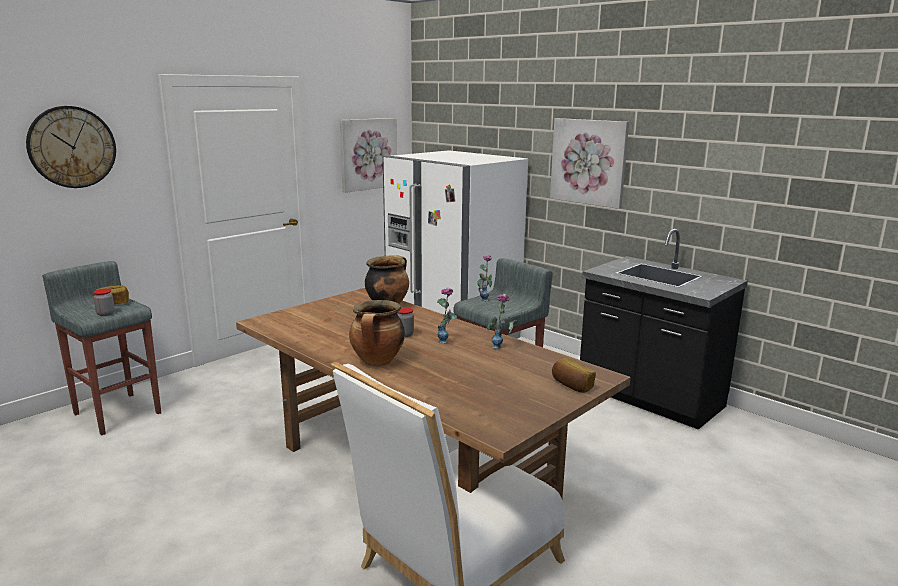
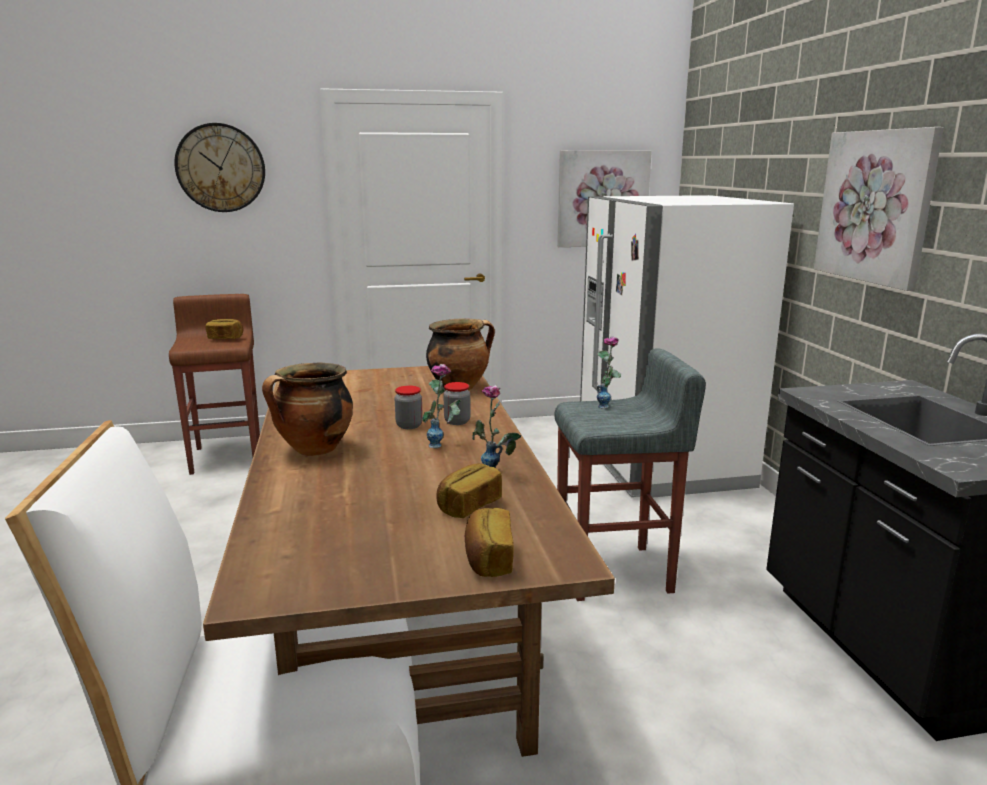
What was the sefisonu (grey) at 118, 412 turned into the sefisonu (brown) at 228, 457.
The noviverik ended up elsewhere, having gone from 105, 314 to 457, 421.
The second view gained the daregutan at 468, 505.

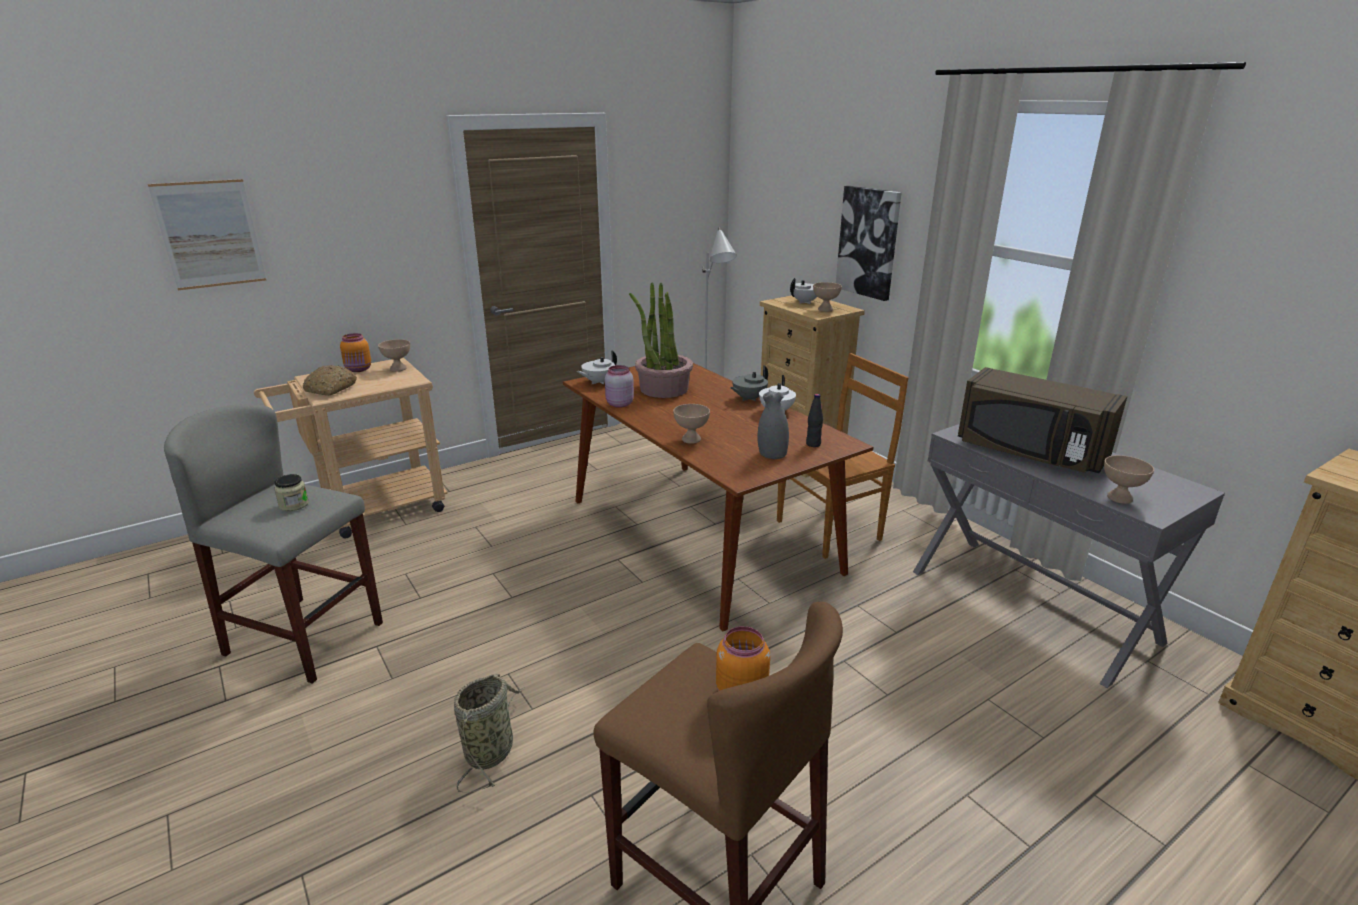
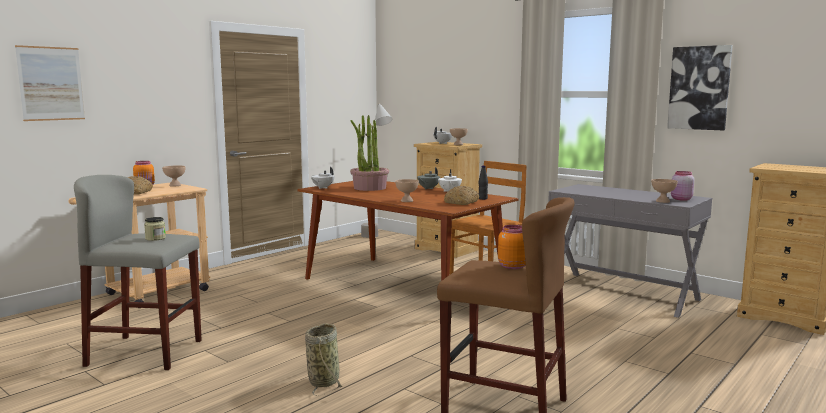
The noviverik (pink) ended up elsewhere, having gone from 619, 404 to 681, 199.
Where the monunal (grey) stood at 772, 454, the daregutan came to stand at 461, 202.
The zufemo ended up elsewhere, having gone from 868, 242 to 699, 88.
The second view lost the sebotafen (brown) at 1029, 452.

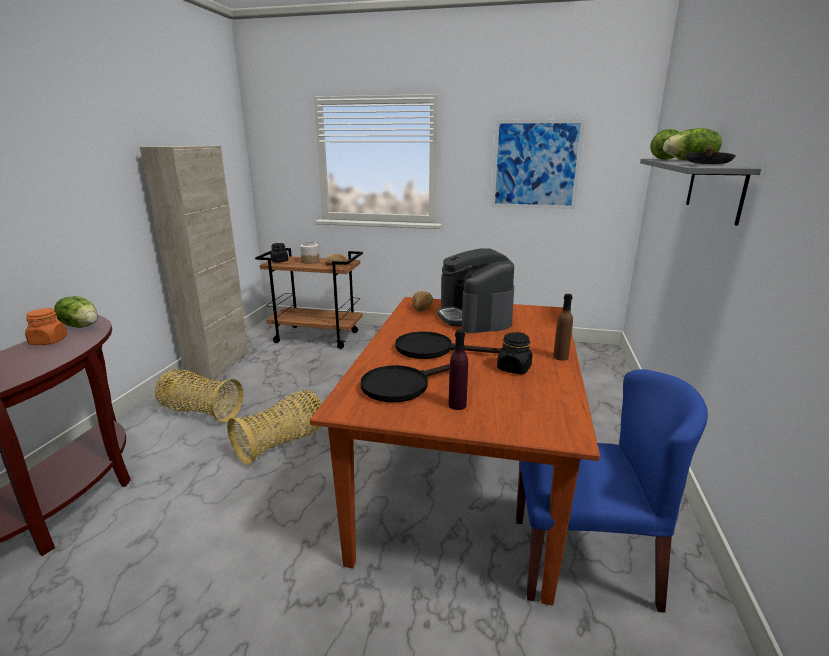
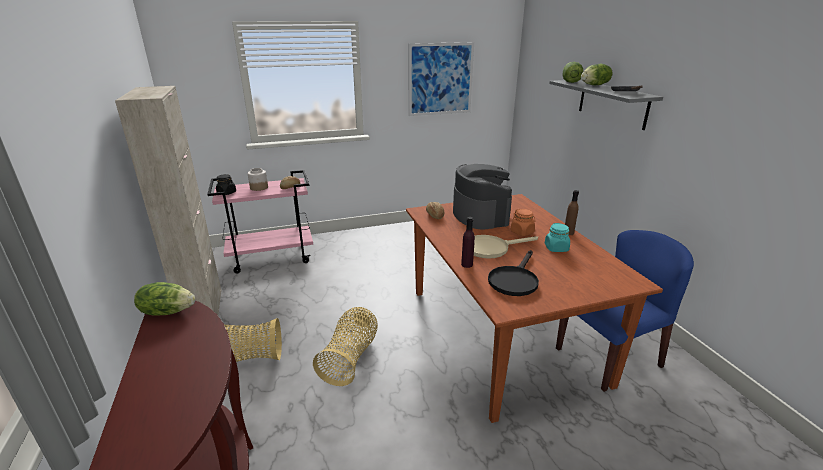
The noviverik (orange) ended up elsewhere, having gone from 48, 341 to 522, 232.
What was the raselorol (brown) at 317, 337 turned into the raselorol (pink) at 272, 257.
What was the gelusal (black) at 432, 349 turned into the gelusal (beige) at 492, 248.
The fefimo at 474, 317 ended up facing another way, 150 degrees counterclockwise from before.
The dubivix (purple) ended up elsewhere, having gone from 457, 405 to 467, 264.
What was the noviverik (black) at 514, 368 turned into the noviverik (turquoise) at 556, 248.

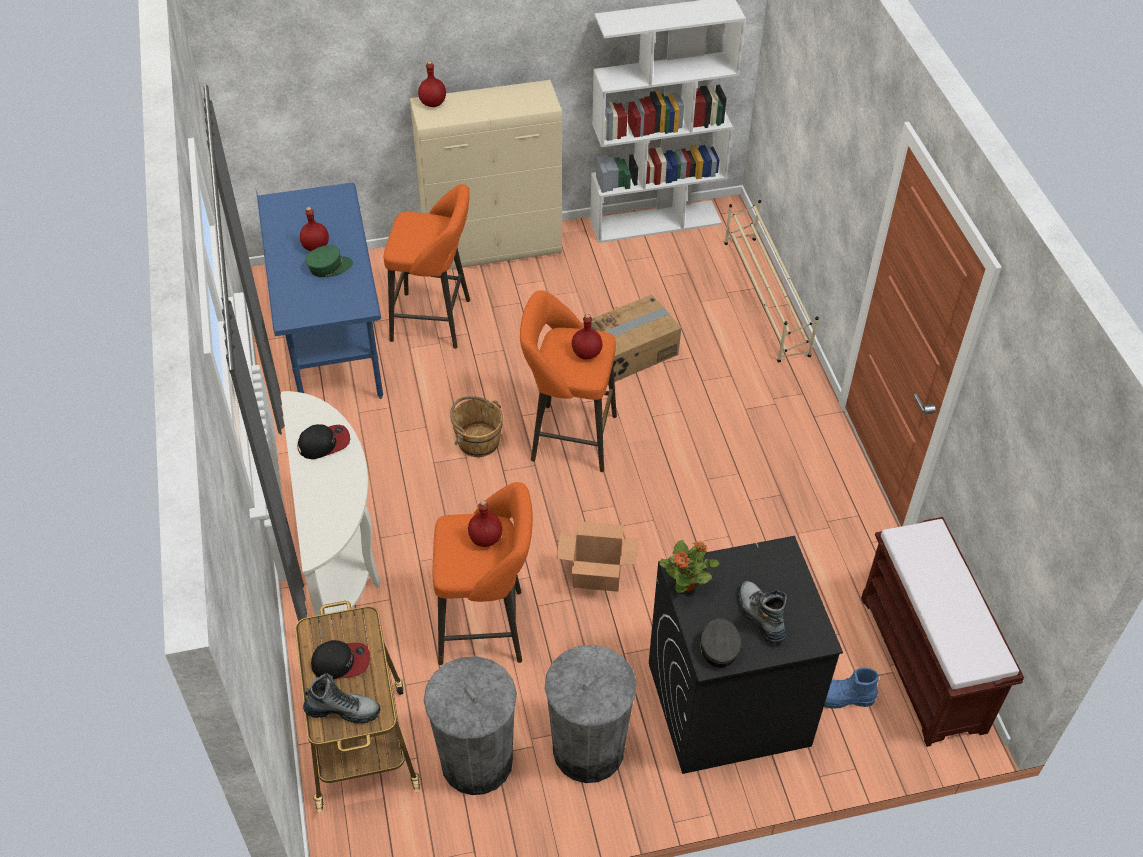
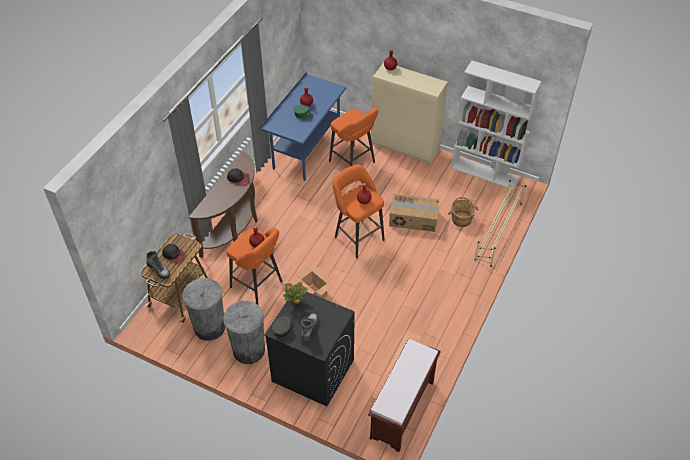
What was the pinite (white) at 341, 557 turned into the pinite (brown) at 235, 229.
The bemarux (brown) ended up elsewhere, having gone from 478, 441 to 461, 219.
The second view lost the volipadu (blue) at 841, 697.

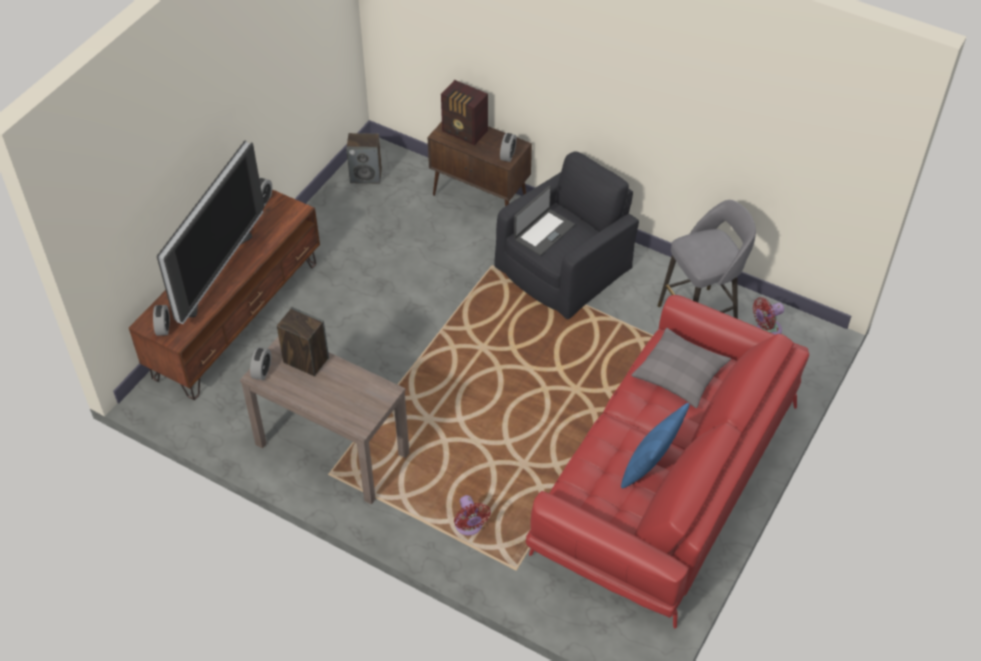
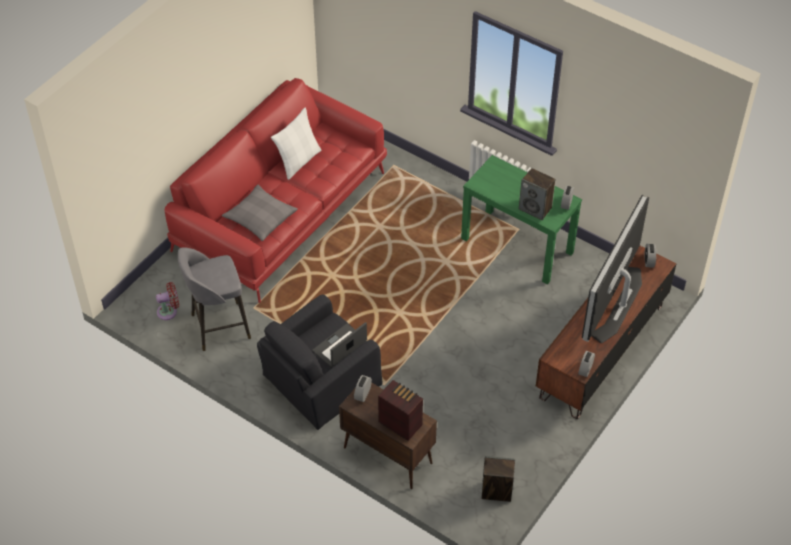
What was the pinite (brown) at 331, 449 turned into the pinite (green) at 517, 246.
The second view lost the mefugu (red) at 469, 527.
What was the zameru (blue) at 650, 466 turned into the zameru (white) at 298, 161.

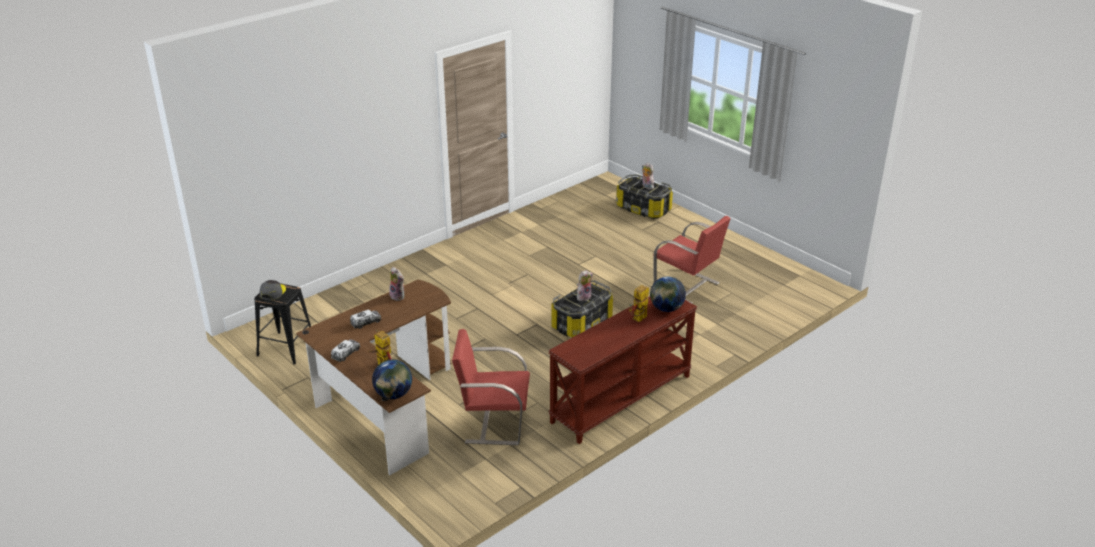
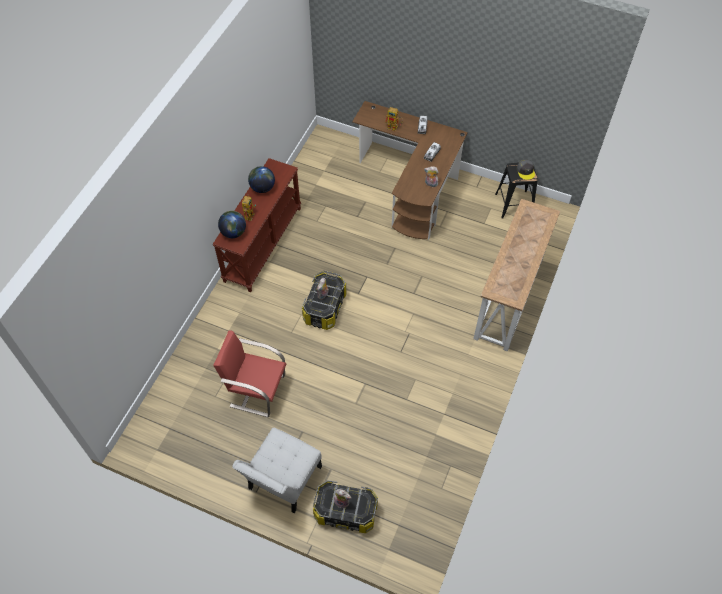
The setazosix ended up elsewhere, having gone from 393, 395 to 262, 188.
The second view lost the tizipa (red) at 493, 423.
The second view gained the tizipa (white) at 282, 481.
The second view gained the pinite at 509, 299.

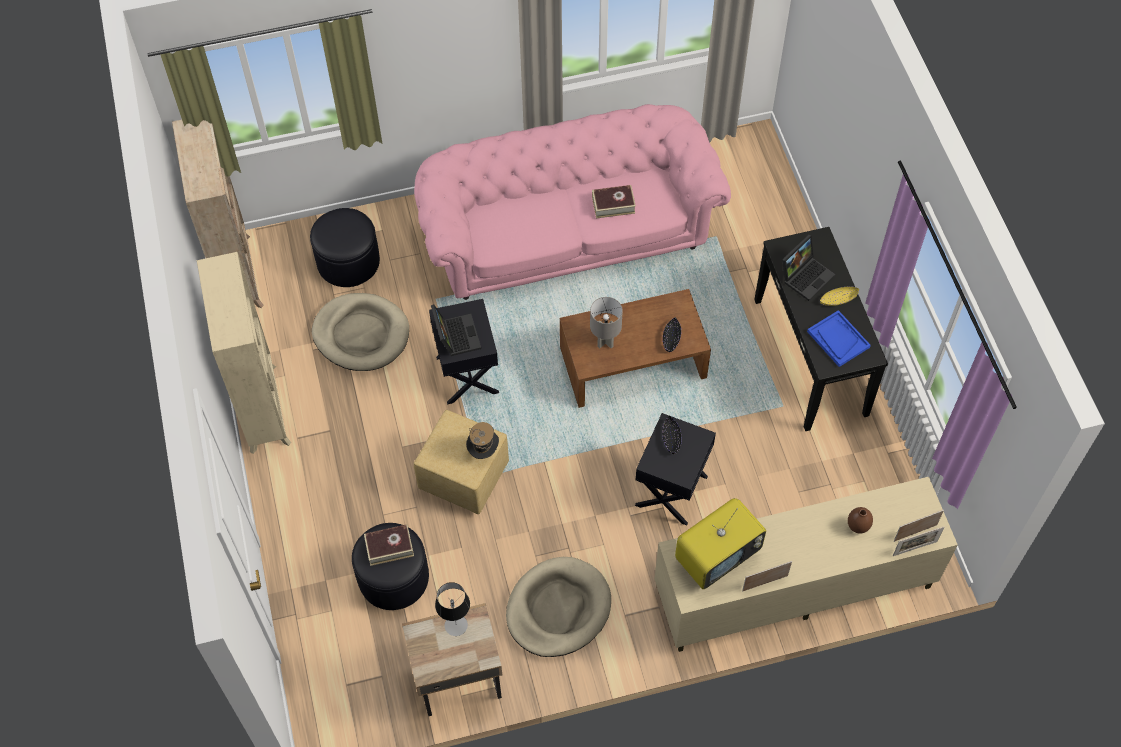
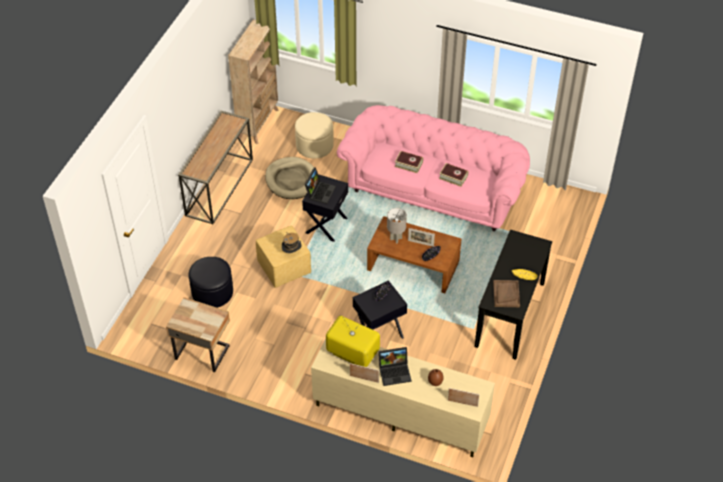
Where the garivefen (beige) stood at 263, 408, the pinite came to stand at 219, 187.
What was the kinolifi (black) at 348, 261 turned into the kinolifi (beige) at 314, 145.
The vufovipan ended up elsewhere, having gone from 389, 547 to 408, 164.
The second view lost the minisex at 456, 625.
The second view lost the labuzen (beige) at 558, 609.
The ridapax at 717, 556 ended up facing another way, 150 degrees counterclockwise from before.
The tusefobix ended up elsewhere, having gone from 806, 275 to 395, 372.
What was the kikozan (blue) at 838, 339 turned into the kikozan (brown) at 506, 294.
The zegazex ended up elsewhere, having gone from 915, 548 to 420, 243.

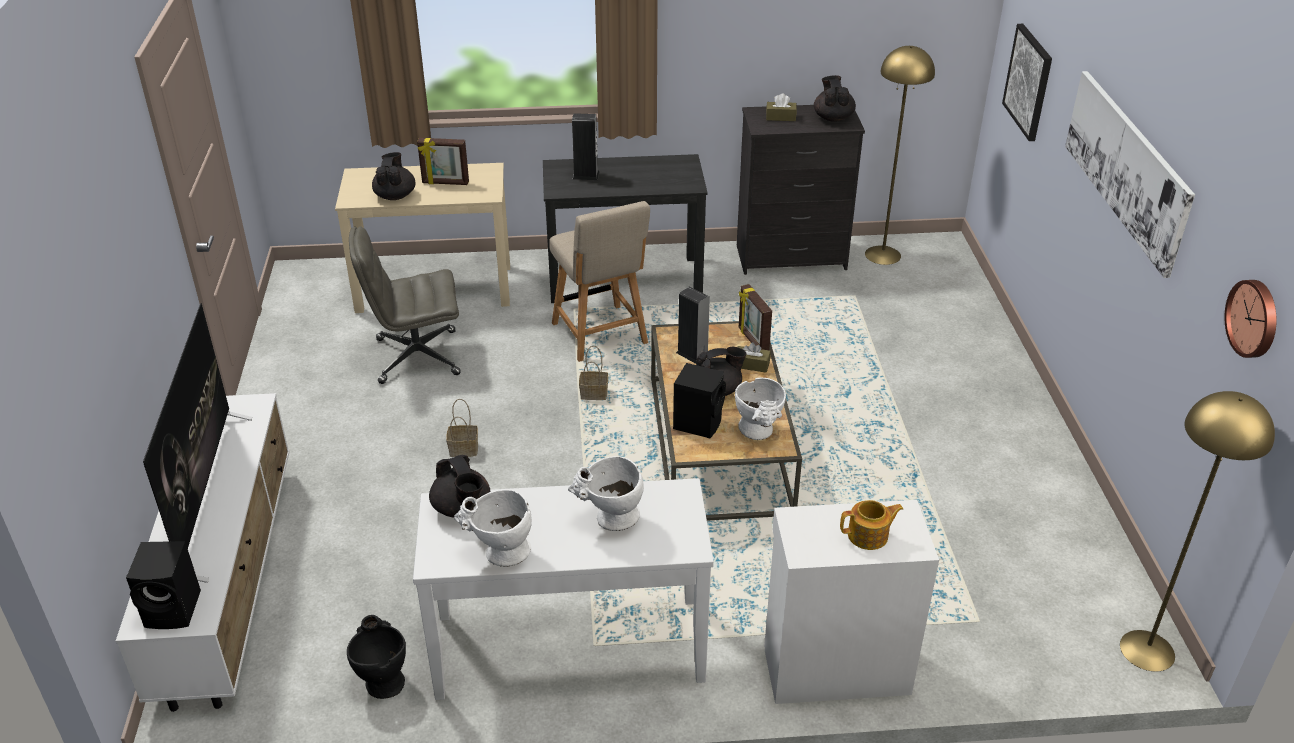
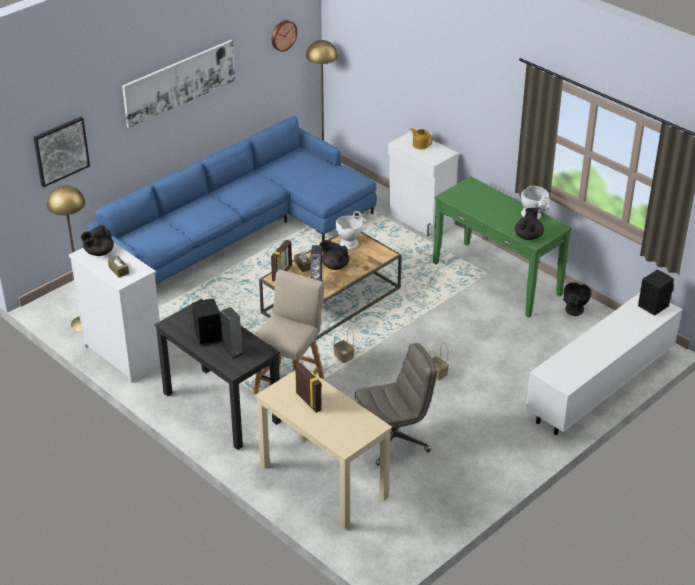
The second view lost the ridapax at 205, 494.
The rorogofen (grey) at 416, 357 ended up facing another way, 60 degrees counterclockwise from before.
The second view lost the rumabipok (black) at 395, 195.
What was the pinite (white) at 569, 648 turned into the pinite (green) at 496, 278.
The second view lost the monunal (white) at 610, 520.
The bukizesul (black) ended up elsewhere, having gone from 698, 422 to 207, 336.
What was the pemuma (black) at 792, 258 turned into the pemuma (white) at 124, 354.
The second view gained the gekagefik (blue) at 240, 231.

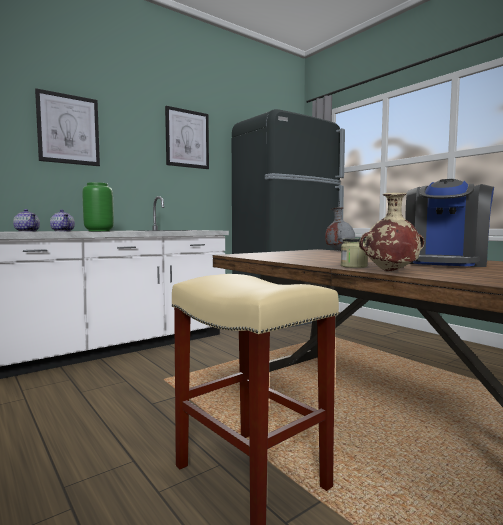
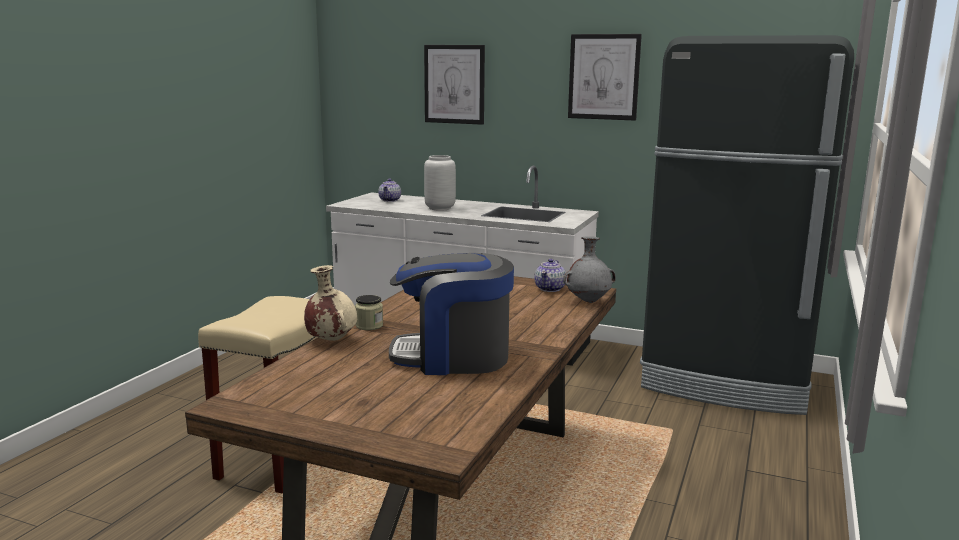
The rumabipok ended up elsewhere, having gone from 63, 231 to 550, 288.
What was the monunal (green) at 99, 231 turned into the monunal (grey) at 440, 208.

